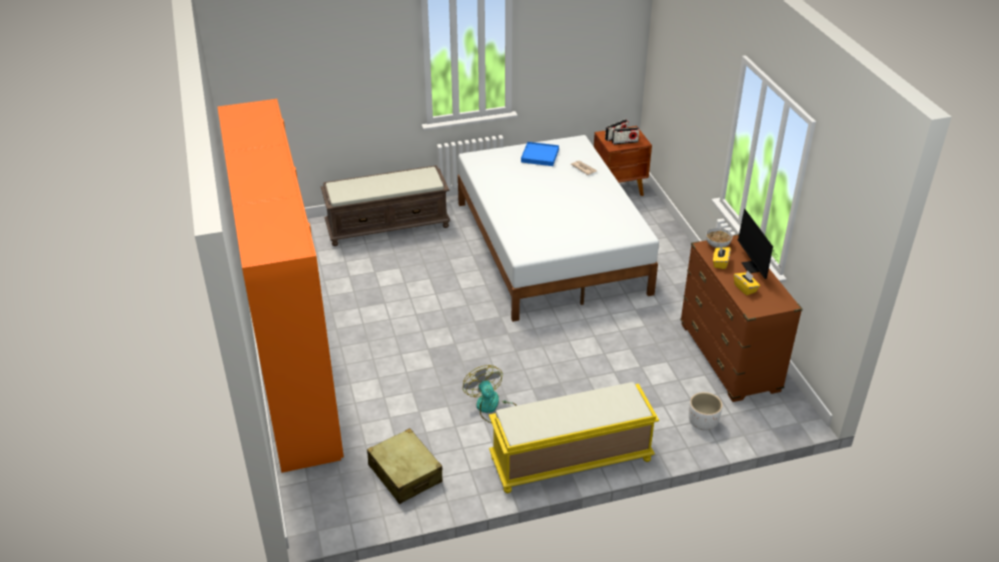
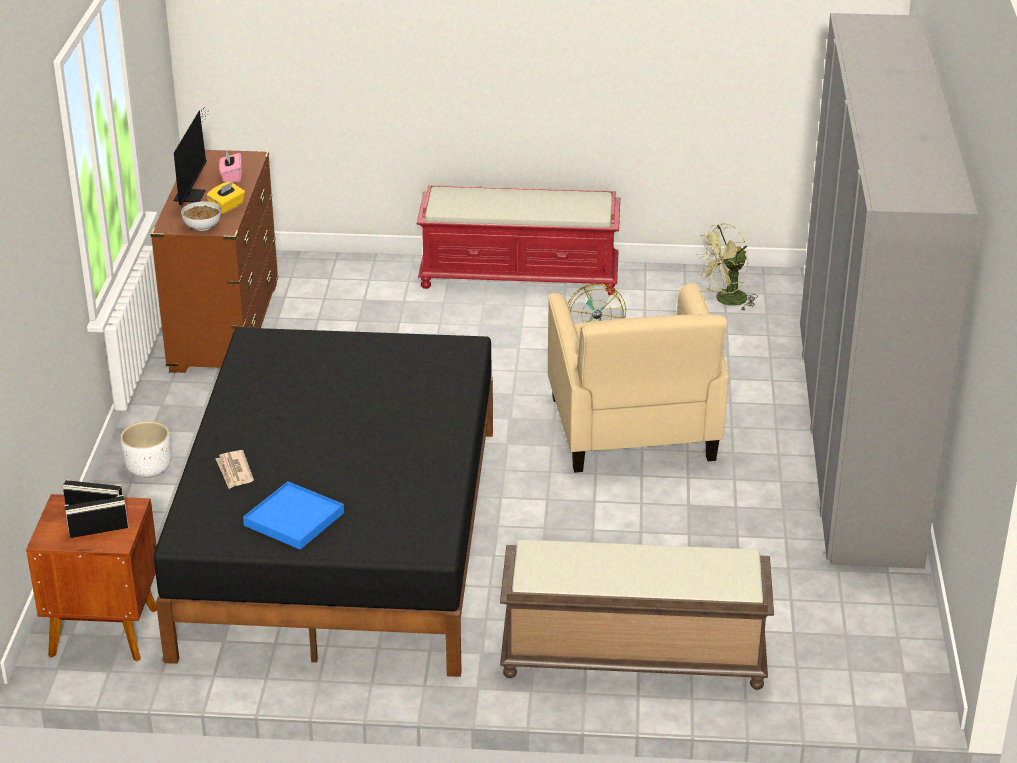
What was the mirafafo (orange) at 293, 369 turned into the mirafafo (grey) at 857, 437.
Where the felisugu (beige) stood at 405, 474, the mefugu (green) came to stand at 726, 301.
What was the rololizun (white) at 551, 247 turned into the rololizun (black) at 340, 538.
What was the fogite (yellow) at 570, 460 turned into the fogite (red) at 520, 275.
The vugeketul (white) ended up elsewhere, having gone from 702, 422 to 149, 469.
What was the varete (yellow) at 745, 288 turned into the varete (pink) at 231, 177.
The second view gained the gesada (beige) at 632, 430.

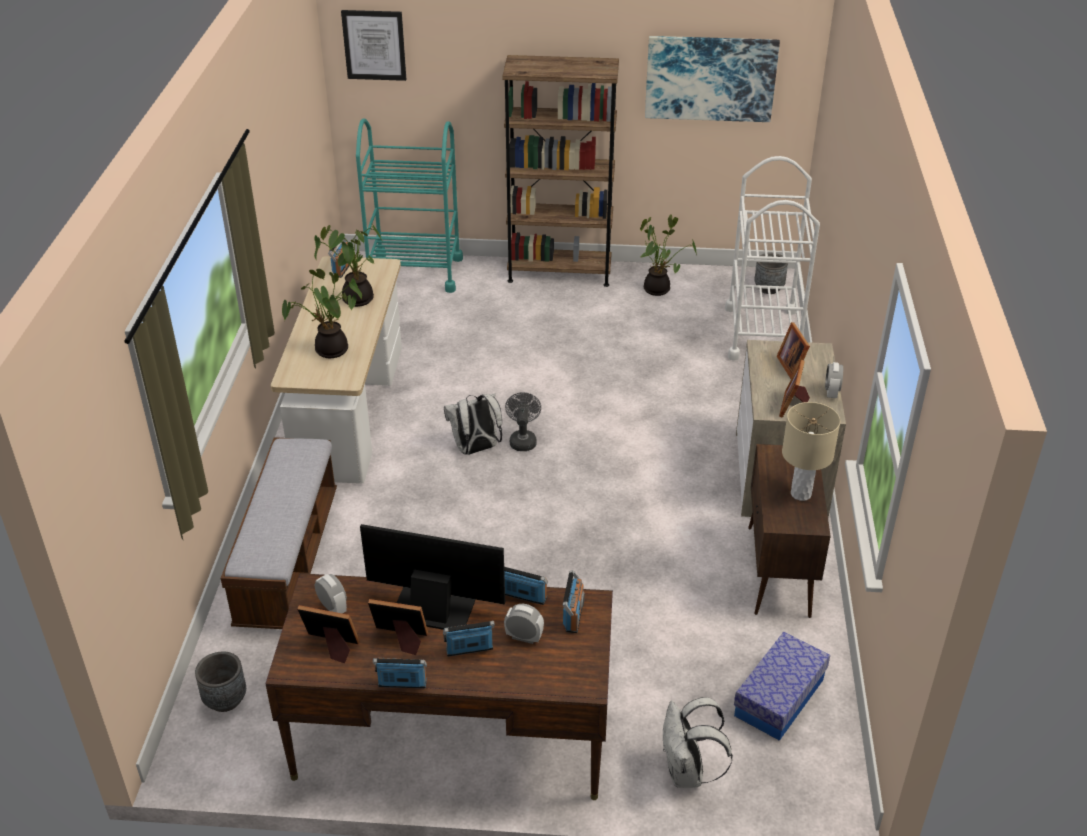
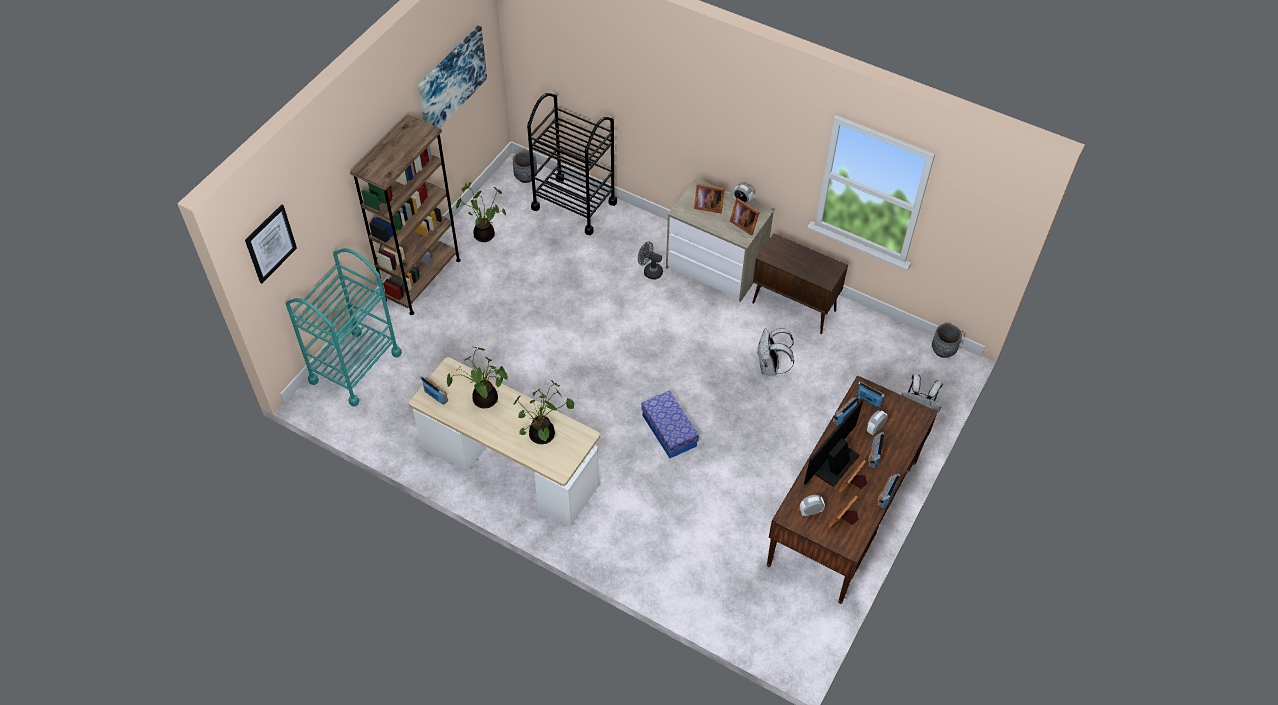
The vugeketul (grey) ended up elsewhere, having gone from 225, 699 to 943, 350.
The second view lost the fogite at 288, 558.
The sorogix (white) ended up elsewhere, having gone from 476, 449 to 770, 367.
The mefugu (grey) ended up elsewhere, having gone from 523, 440 to 650, 271.
What was the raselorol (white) at 763, 334 turned into the raselorol (black) at 574, 205.
The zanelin ended up elsewhere, having gone from 779, 697 to 669, 431.
The second view lost the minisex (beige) at 801, 494.

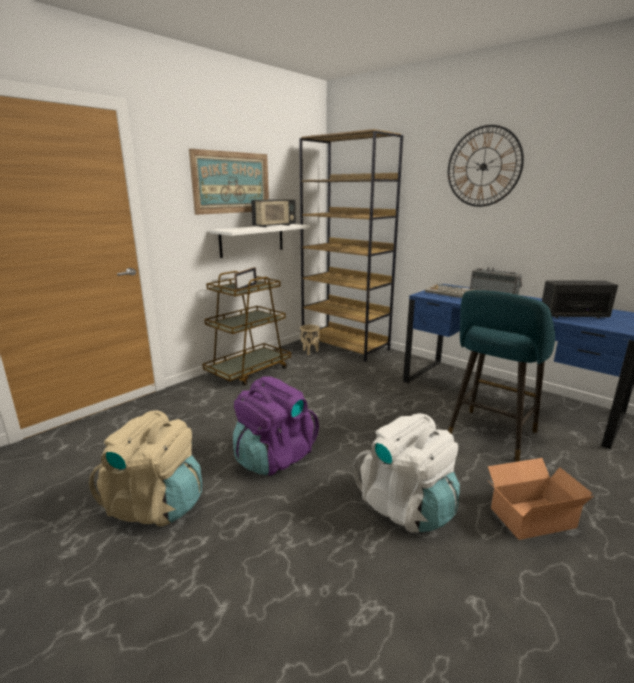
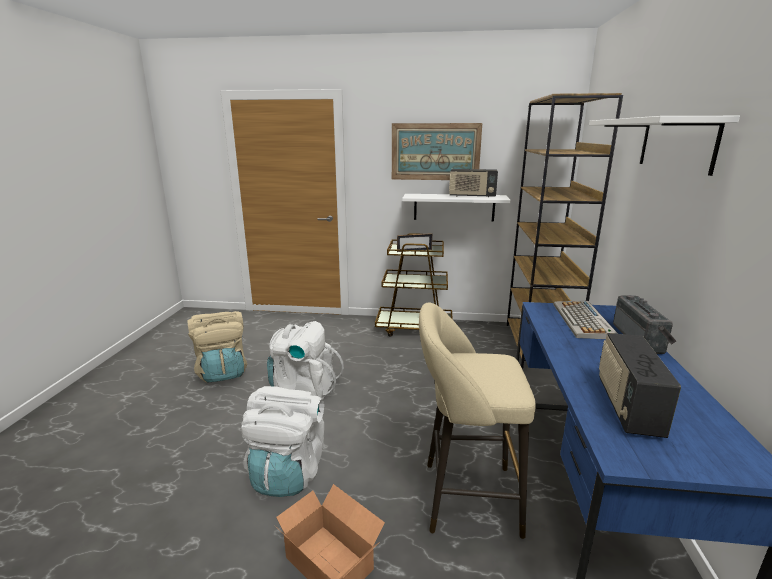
What was the sorogix (purple) at 274, 457 turned into the sorogix (white) at 303, 388.
The second view lost the vugeketul (beige) at 310, 352.
Where the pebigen hung at 483, 167, the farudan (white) came to hang at 676, 144.
What was the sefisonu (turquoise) at 490, 436 turned into the sefisonu (beige) at 464, 497.
The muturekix at 574, 315 ended up facing another way, 135 degrees counterclockwise from before.

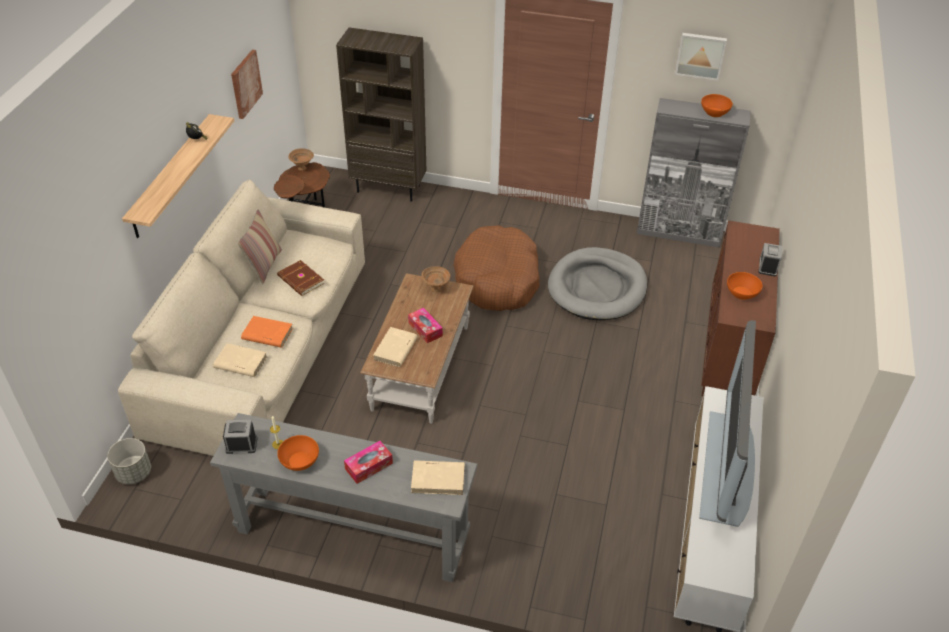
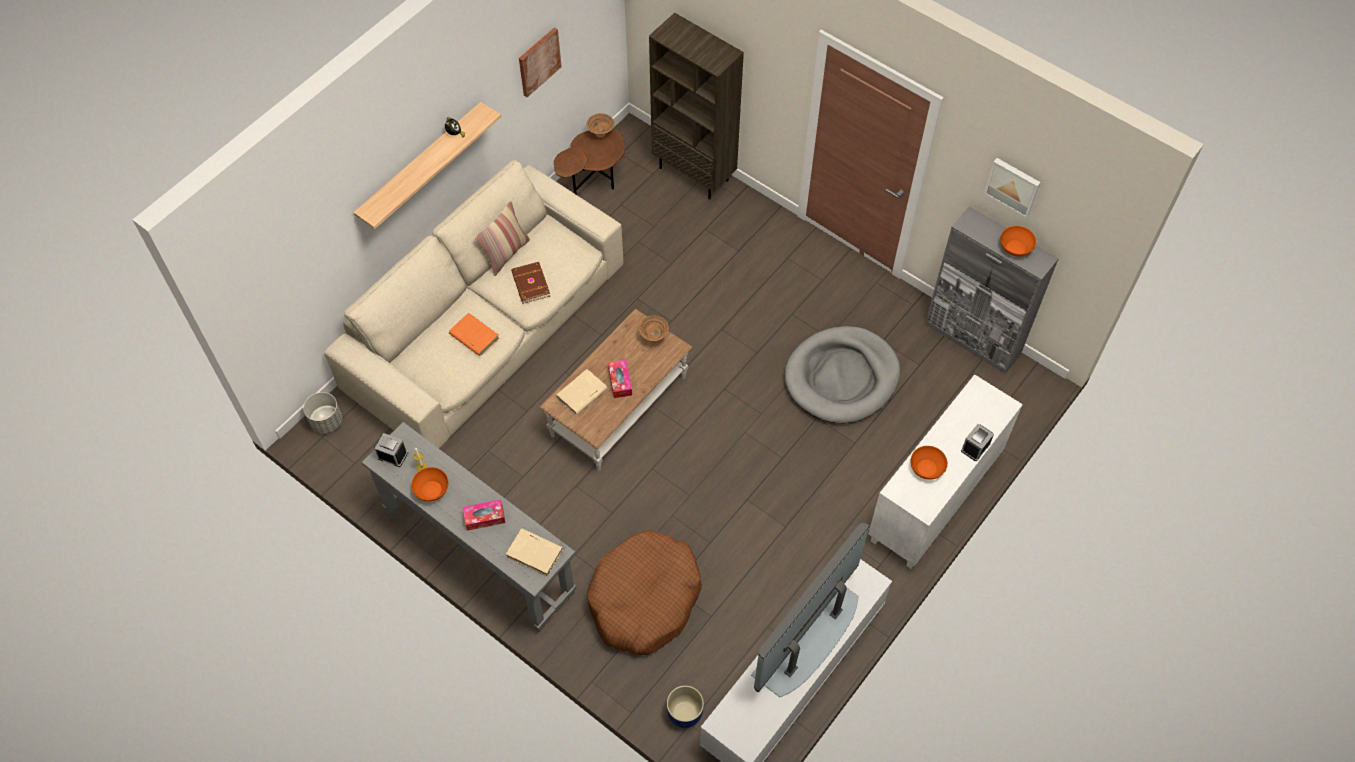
The second view lost the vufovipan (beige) at 240, 363.
The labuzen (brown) ended up elsewhere, having gone from 497, 279 to 644, 599.
What was the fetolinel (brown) at 730, 348 turned into the fetolinel (white) at 934, 500.
The second view gained the vugeketul (blue) at 684, 714.

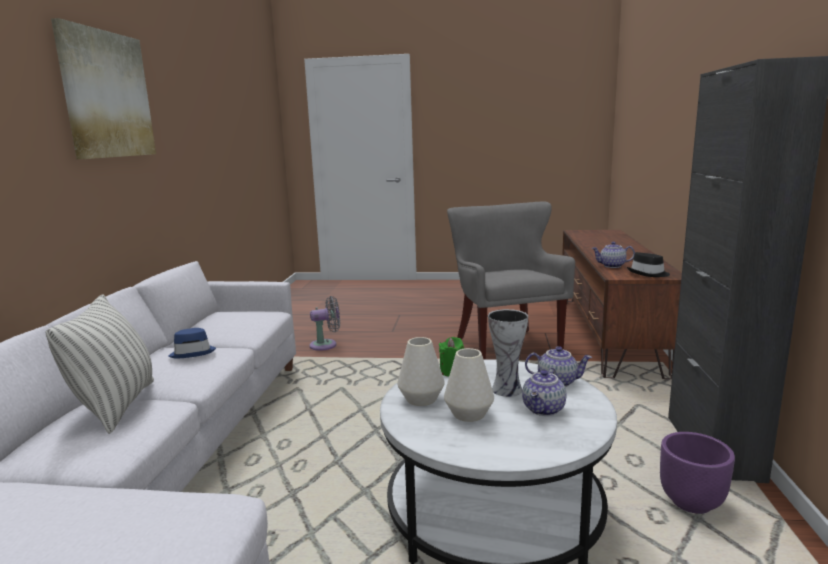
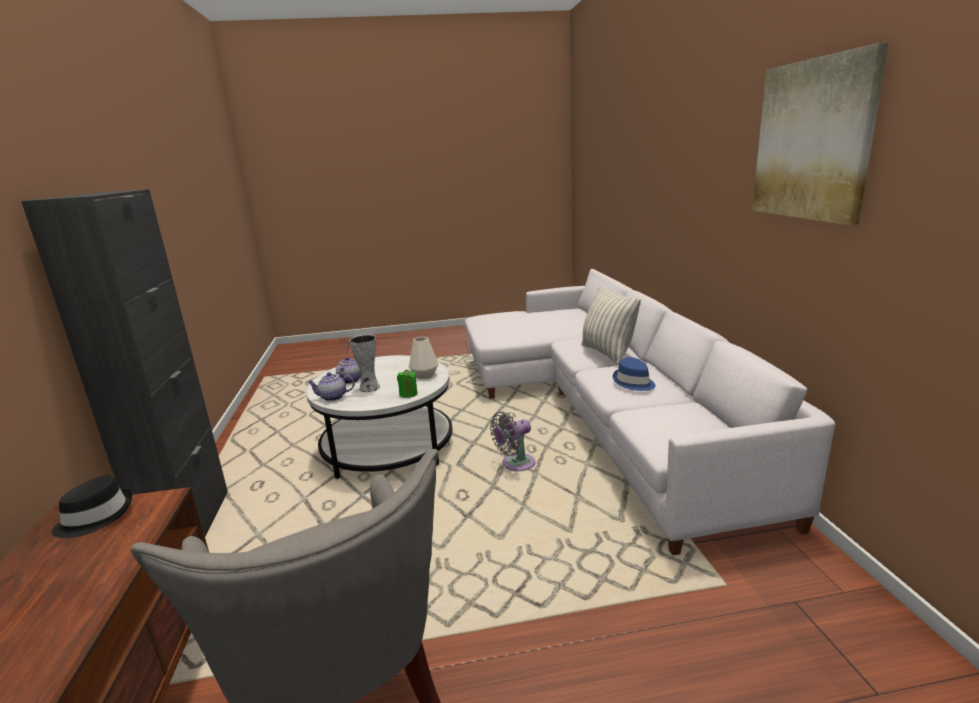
The mefugu (grey) ended up elsewhere, having gone from 326, 345 to 515, 464.
The second view lost the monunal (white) at 468, 414.
The second view lost the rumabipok at 612, 266.
The second view lost the vugeketul (purple) at 690, 503.

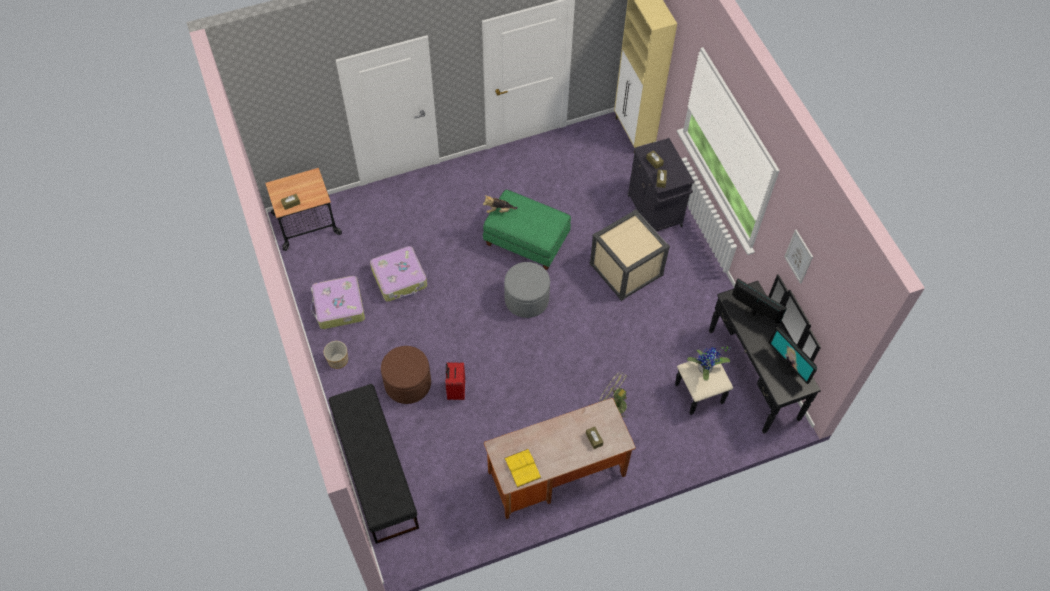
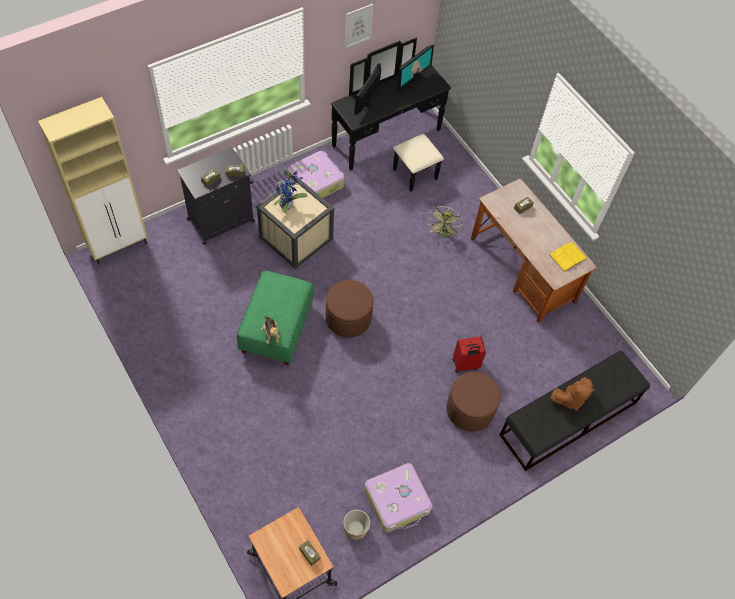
The vugeketul ended up elsewhere, having gone from 338, 360 to 355, 528.
The felisugu ended up elsewhere, having gone from 400, 278 to 316, 181.
What was the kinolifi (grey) at 526, 299 turned into the kinolifi (brown) at 348, 318.
The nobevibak ended up elsewhere, having gone from 705, 370 to 288, 204.
The second view gained the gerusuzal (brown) at 570, 399.

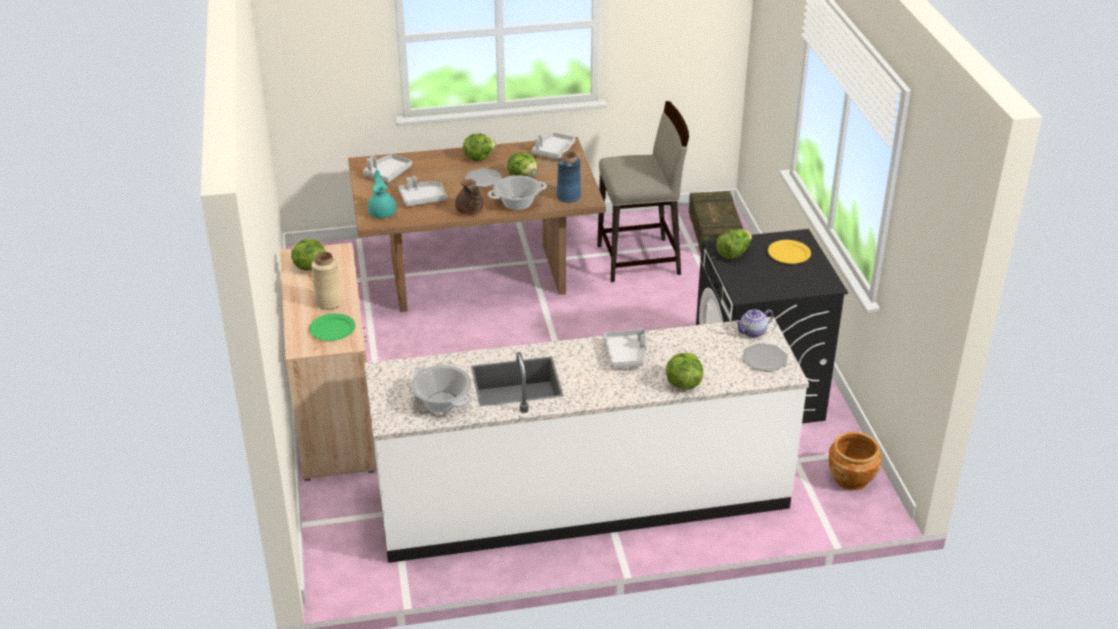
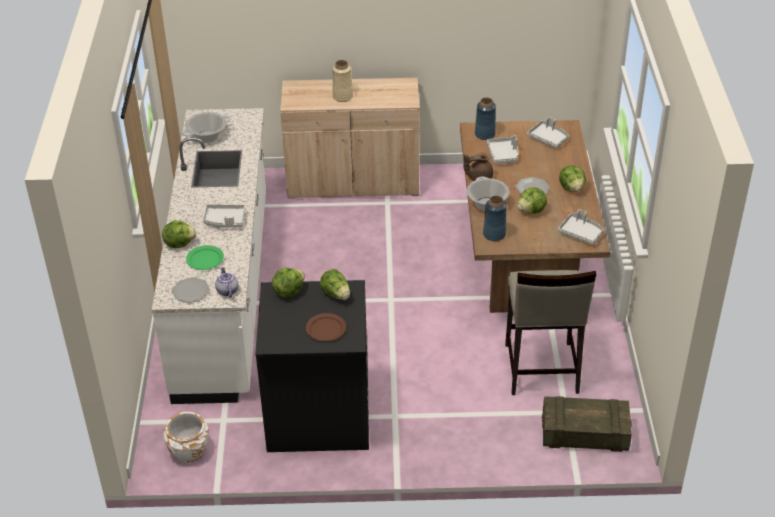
The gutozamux ended up elsewhere, having gone from 308, 267 to 288, 291.
The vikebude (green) ended up elsewhere, having gone from 332, 329 to 205, 259.
Where the rumabipok (turquoise) stood at 382, 212, the monunal (blue) came to stand at 485, 134.
What was the vikebude (yellow) at 788, 254 turned into the vikebude (brown) at 326, 329.
What was the vugeketul (brown) at 851, 478 turned into the vugeketul (white) at 189, 450.

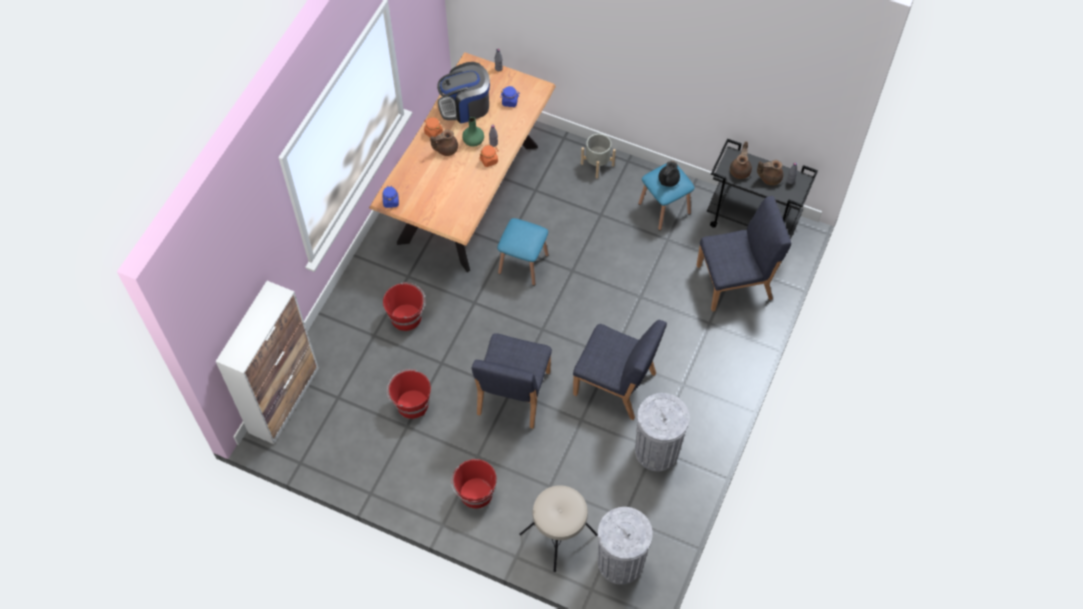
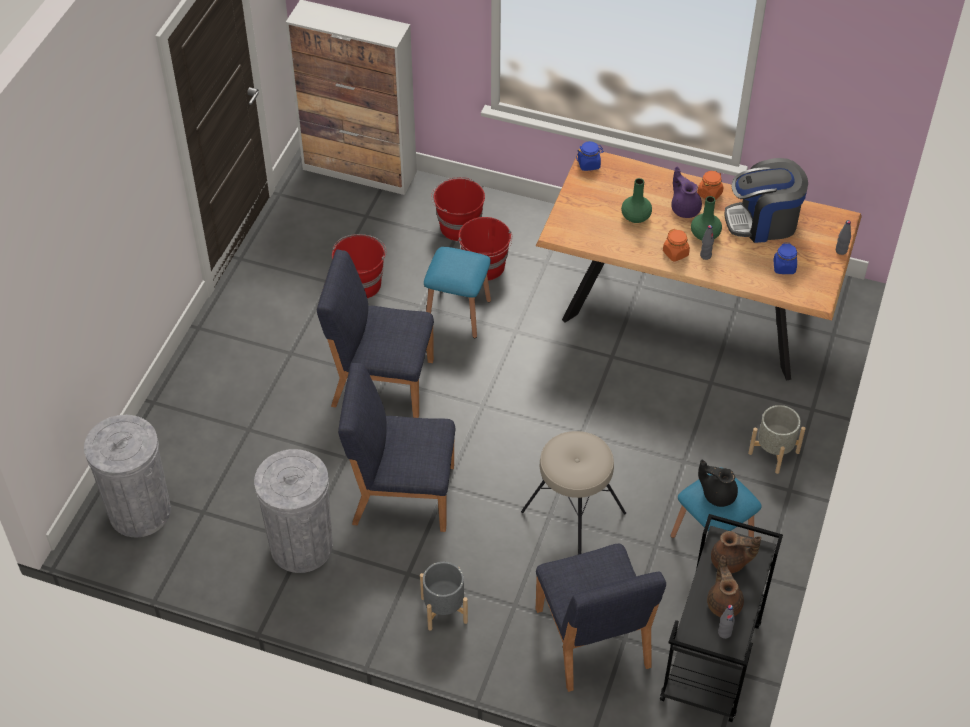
What was the rumabipok (brown) at 446, 149 turned into the rumabipok (purple) at 685, 208.
The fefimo at 465, 106 ended up facing another way, 75 degrees counterclockwise from before.
The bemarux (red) ended up elsewhere, having gone from 476, 493 to 458, 226.
The sefisonu (blue) ended up elsewhere, having gone from 523, 264 to 458, 313.
The sefisonu (beige) ended up elsewhere, having gone from 559, 535 to 573, 513.
The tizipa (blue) at 615, 385 ended up facing another way, 75 degrees clockwise from before.
The second view gained the vugeketul (grey) at 444, 609.
The second view gained the monunal (green) at 635, 216.

